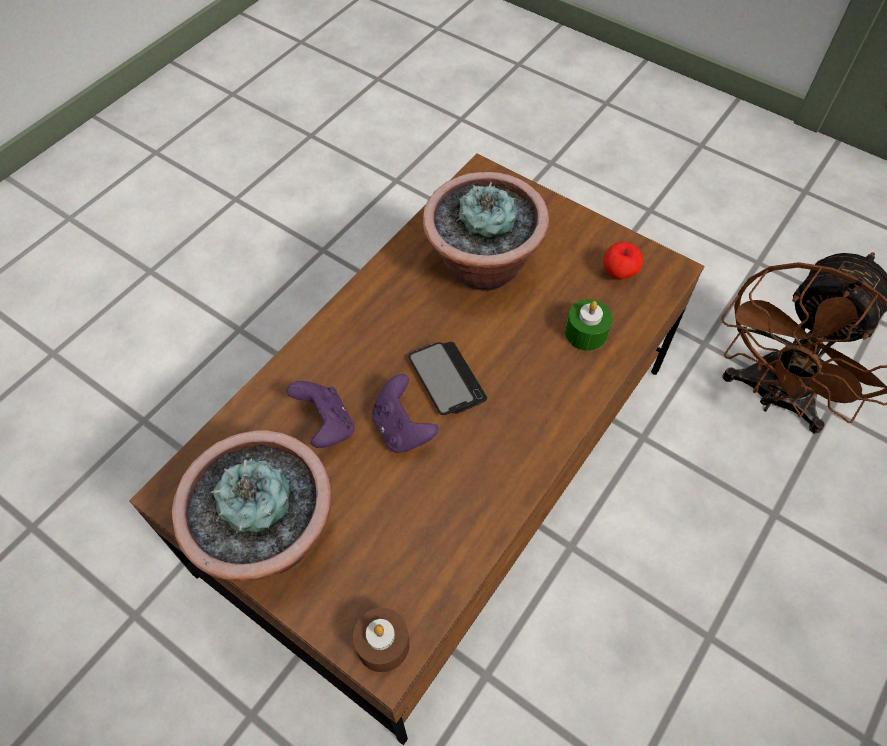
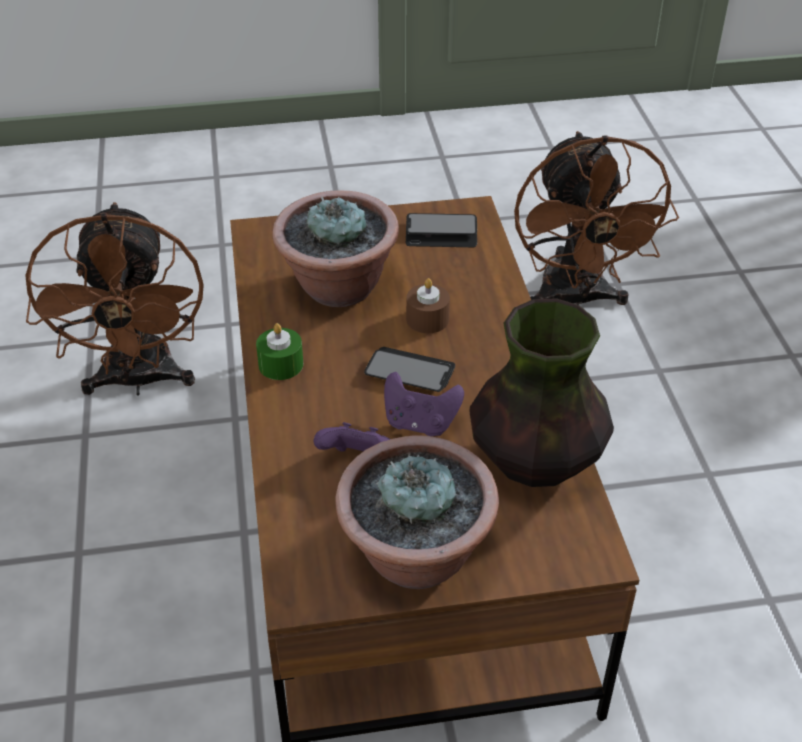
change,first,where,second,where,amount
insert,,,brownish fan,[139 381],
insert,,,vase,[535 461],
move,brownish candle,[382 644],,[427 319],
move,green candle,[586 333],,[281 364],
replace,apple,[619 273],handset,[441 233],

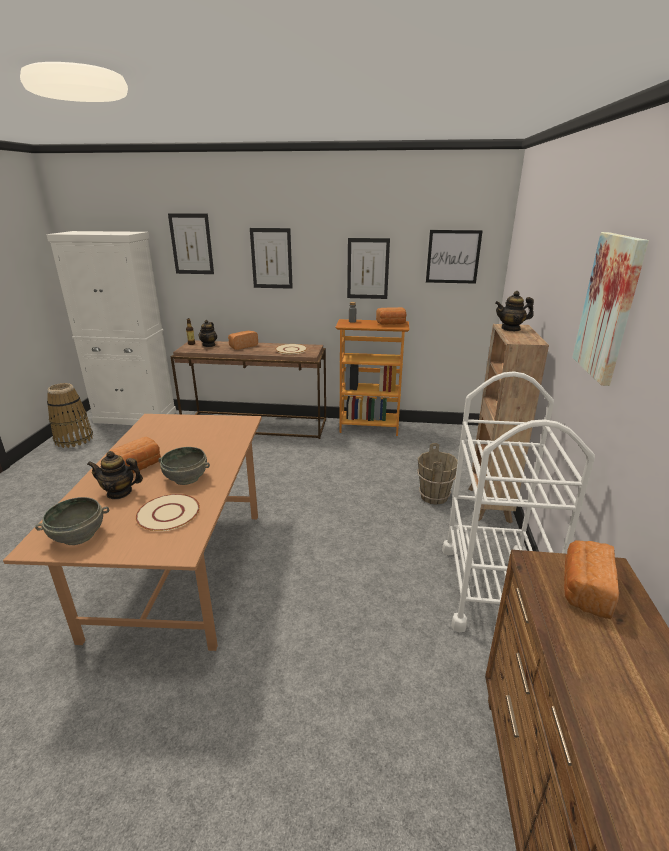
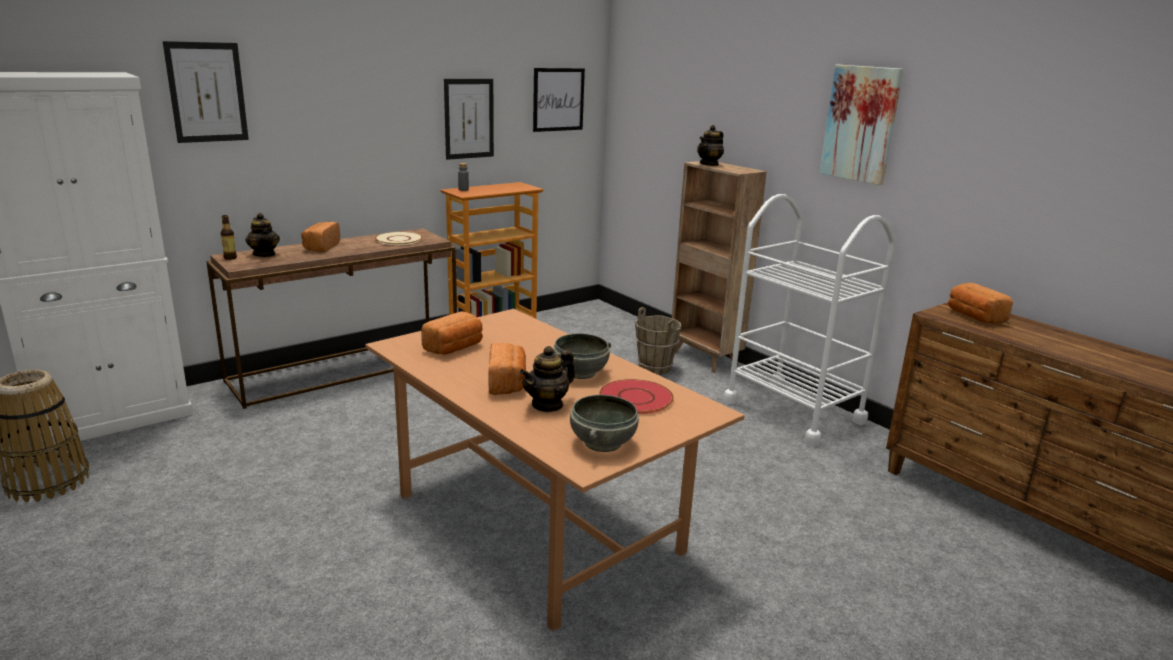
change,first,where,second,where,amount
delete,wall picture,[271 258],,,
move,baked bread,[391 324],,[455 348],
recolor,beige dinner plate,[168 513],reddish dinner plate,[636 398],

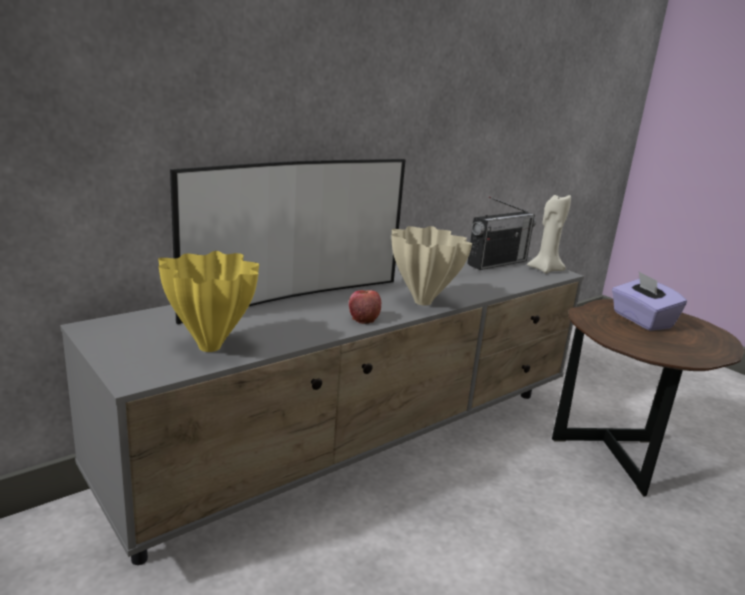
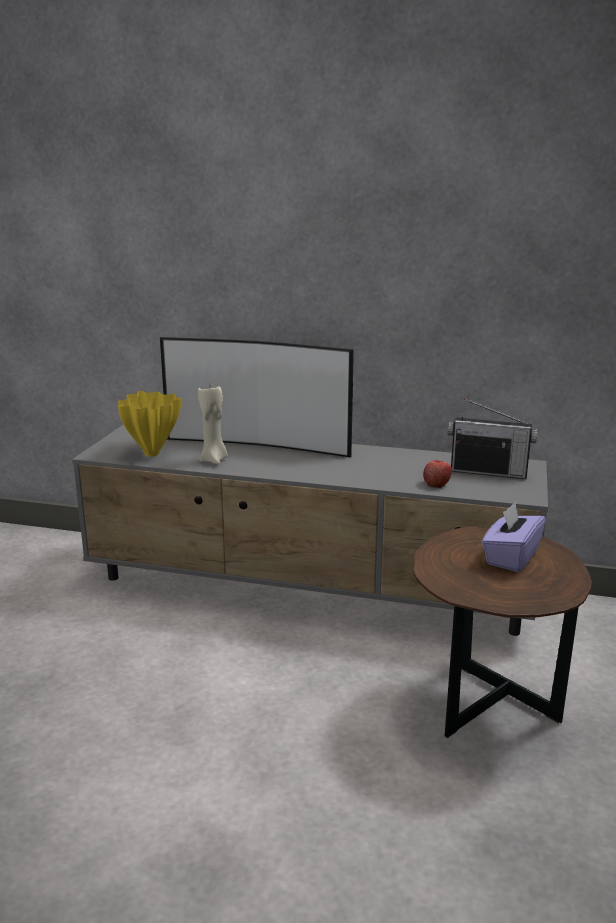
change,first,where,second,where,amount
delete,beige vase,[421 302],,,
move,apple,[363 318],,[436 484],
move,beige candle,[545 269],,[214 460],

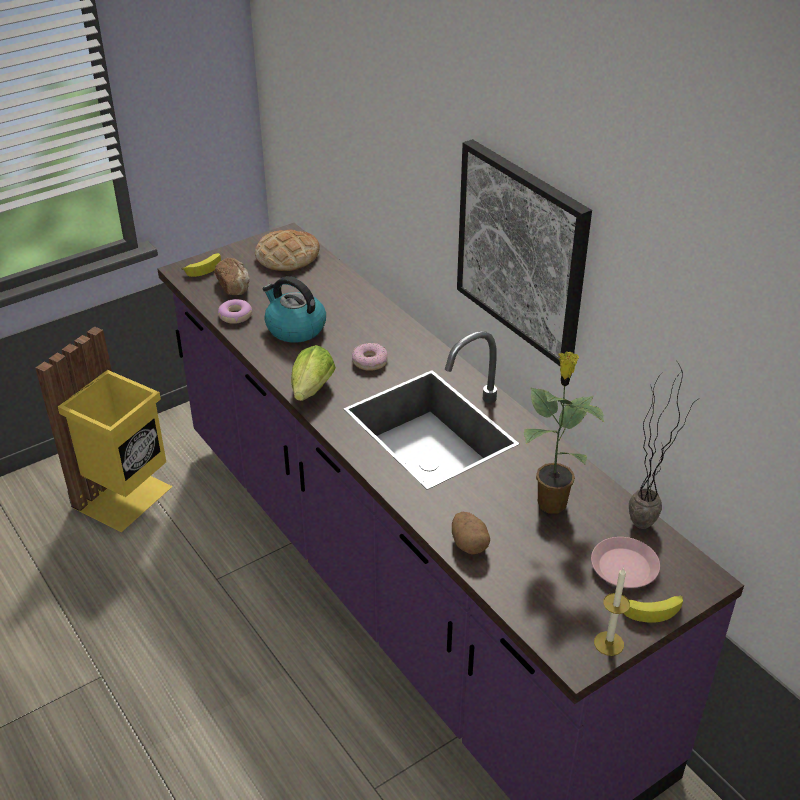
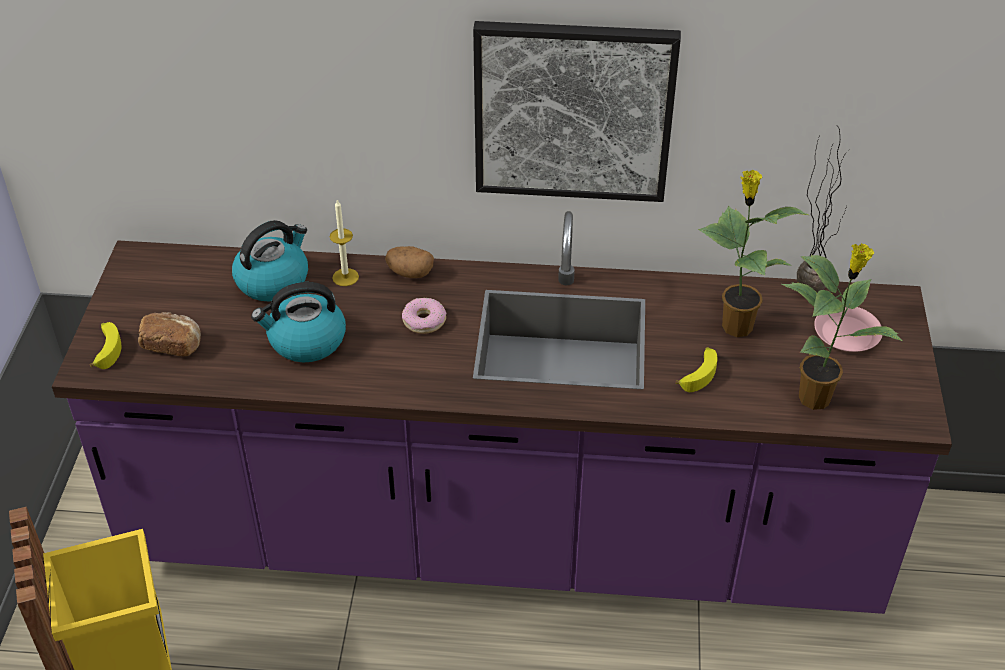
change,first,where,second,where,amount
delete,donut,[235 316],,,
delete,baked bread,[287 256],,,
delete,head of lettuce,[310 392],,,
insert,,,kettle,[273 280],
insert,,,potted plant,[817 397],
move,potato,[469 544],,[410 273],
move,candle,[609 643],,[345 277],
move,banana,[653 610],,[698 373],

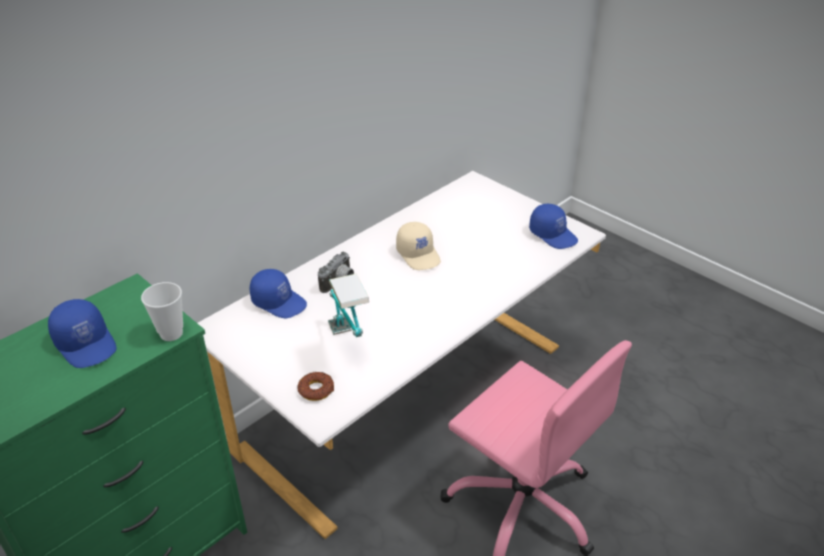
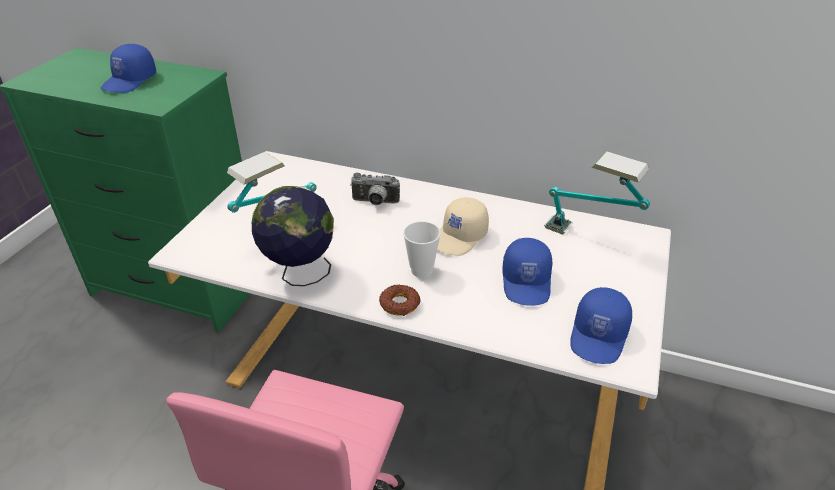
change,first,where,second,where,amount
insert,,,globe,[300 273],
insert,,,table lamp,[589 238],
move,drinking cup,[171 333],,[421 270],
move,blue-coloured cap,[279 302],,[527 282],
move,donut,[316 389],,[400 304],

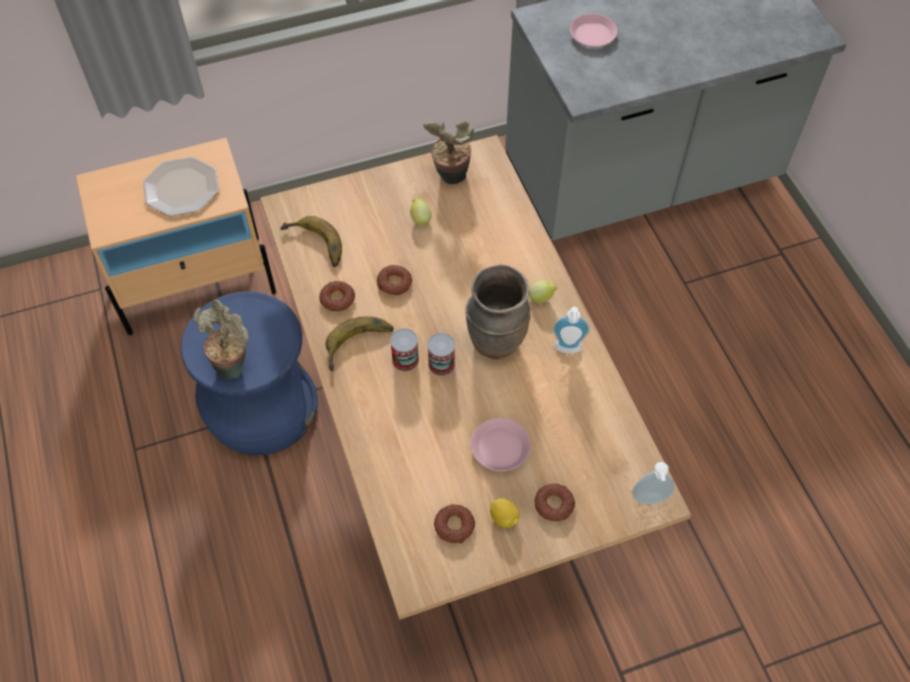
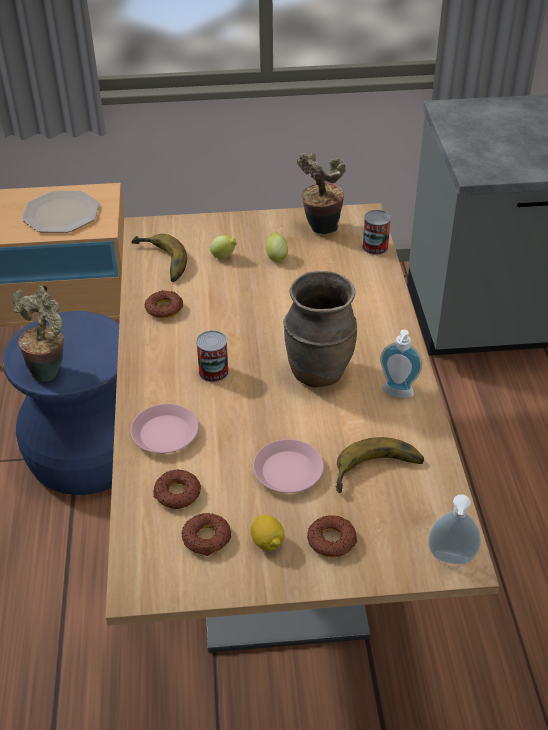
change,first,where,second,where,amount
move,banana,[360 347],,[379 474],
move,donut,[394 283],,[177 493],
move,sealed can,[441 364],,[375 247],
move,whole lemon,[541 298],,[224 257],
move,pink dinner plate,[592 35],,[164 434],

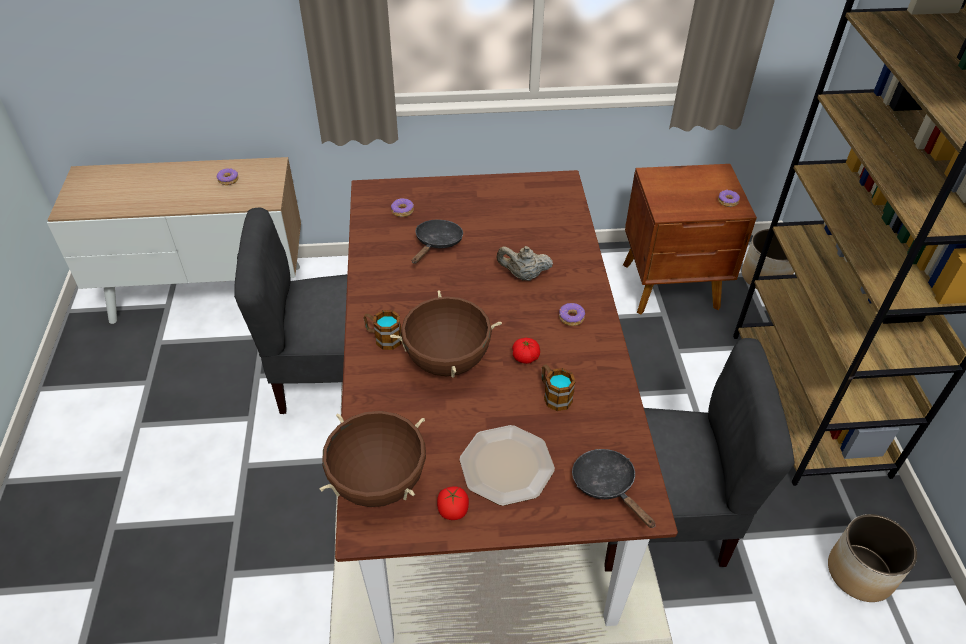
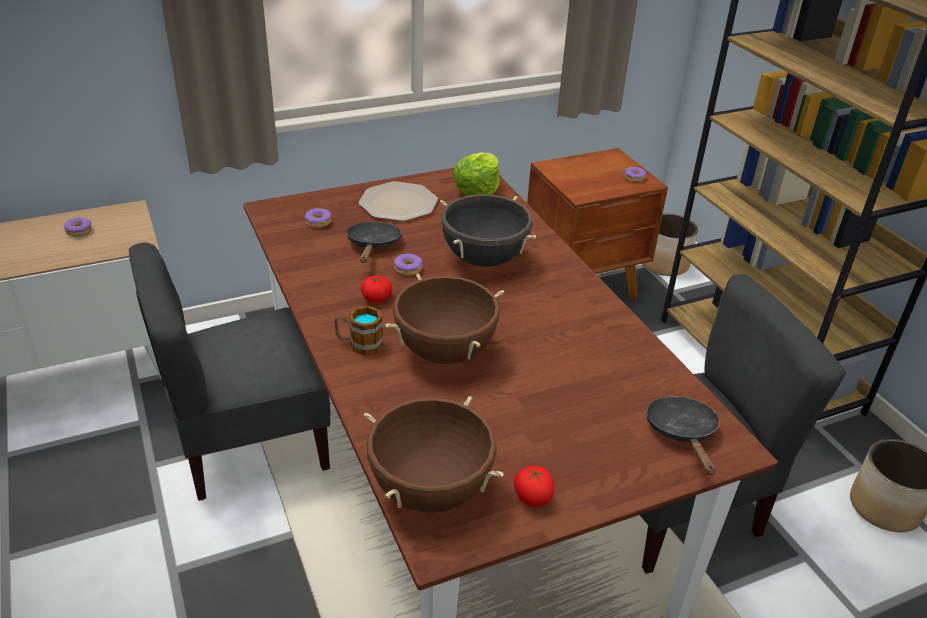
change,first,where,second,where,amount
delete,coffee mug,[554 395],,,
insert,,,head of lettuce,[477 189],
move,dinner plate,[505 466],,[397 203],
move,fresh tomato,[525 357],,[376 298],
move,donut,[571 318],,[408 269],
replace,beige tea pot,[523 275],black-coloured saucepot,[484 259],
rotate,black-coloured skillet,[607 485],,[682 433],45 degrees clockwise

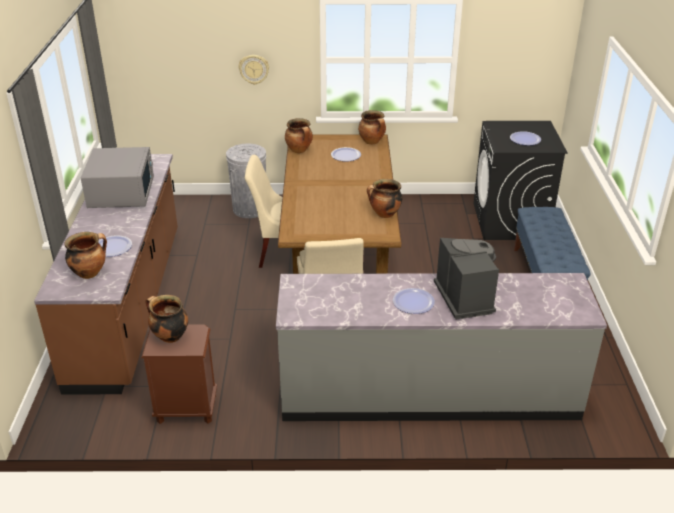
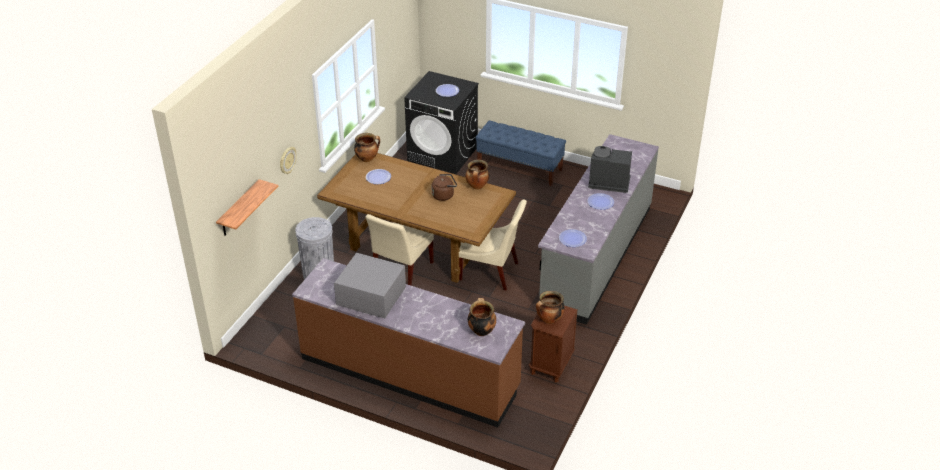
change,first,where,second,where,amount
delete,saucepot,[299 150],,,
insert,,,wall shelf,[239 209],
insert,,,brownish kettle,[444 195],
move,dinner plate,[113 247],,[572 239],

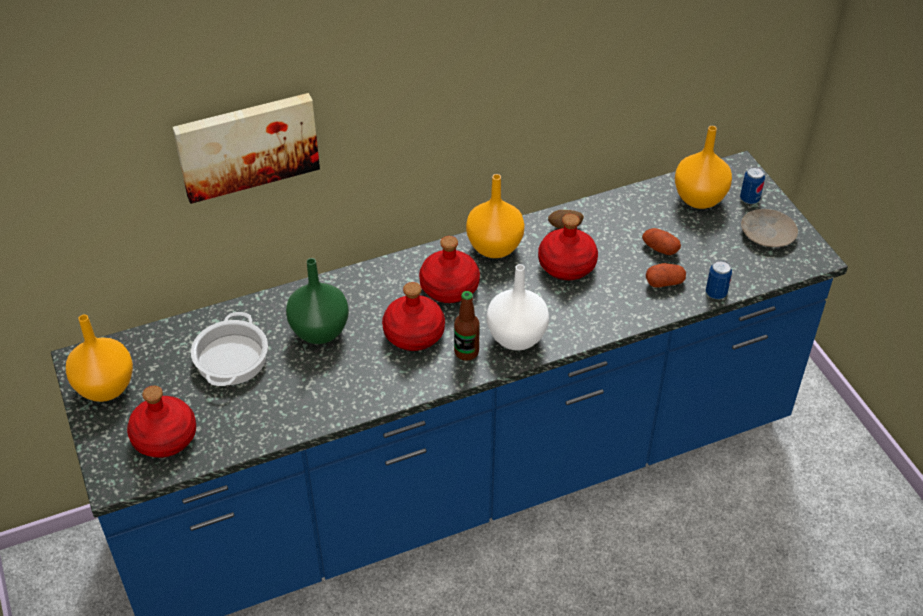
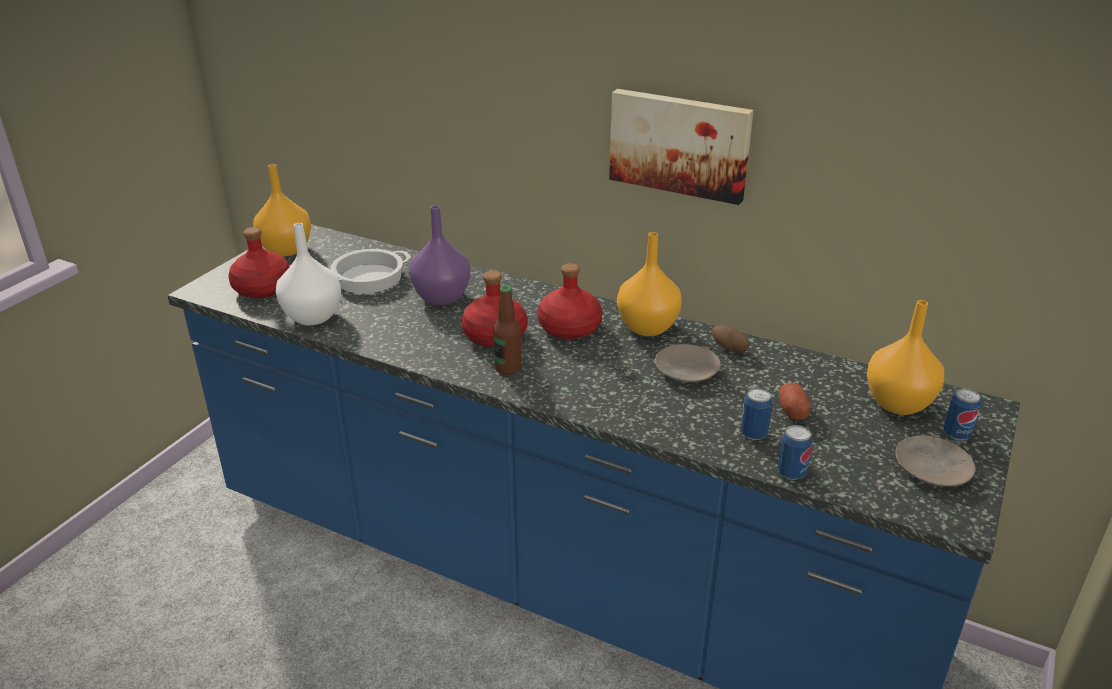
change,first,where,second,where,amount
move,wall picture,[247 144],,[680 144],
move,white-coloured vase,[515 337],,[312 316],
replace,reddish beverage bottle,[567 265],beige dinner plate,[686 371],
replace,potato,[664 282],sealed can,[753 434],
recolor,green vase,[318 331],purple vase,[440 297],

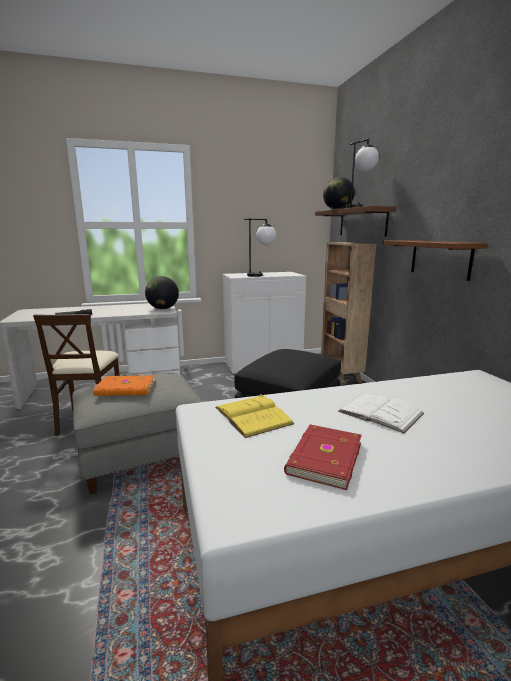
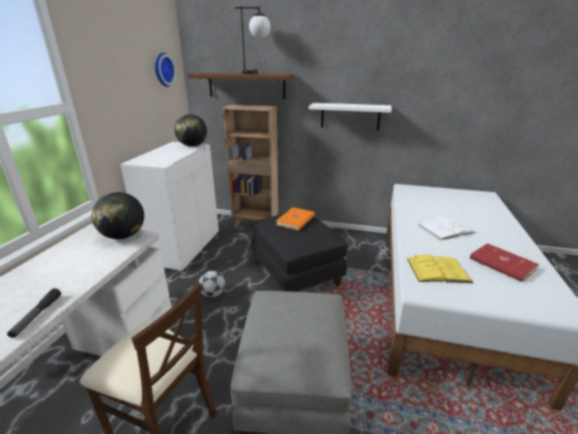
change,first,where,second,where,amount
delete,table lamp,[261 275],,,
insert,,,clock on the wall,[162 69],
insert,,,football ball,[213 294],
move,orangey bound book,[126 389],,[296 220],
move,globe,[337 210],,[193 146],
recolor,brownish wall shelf,[440 258],white-coloured wall shelf,[350 116],

